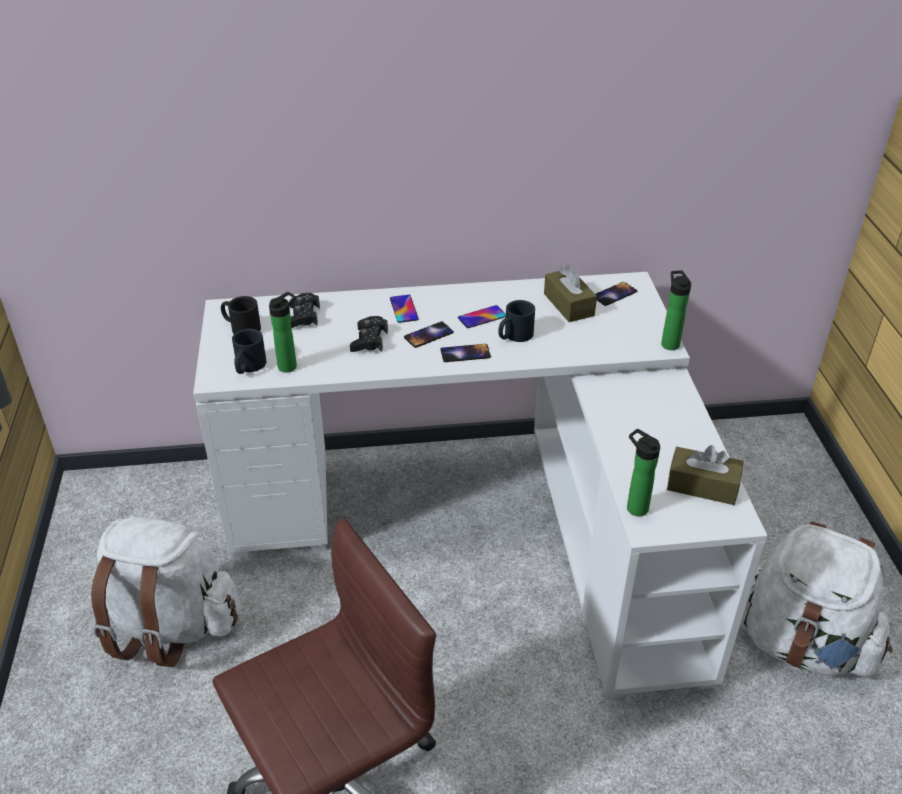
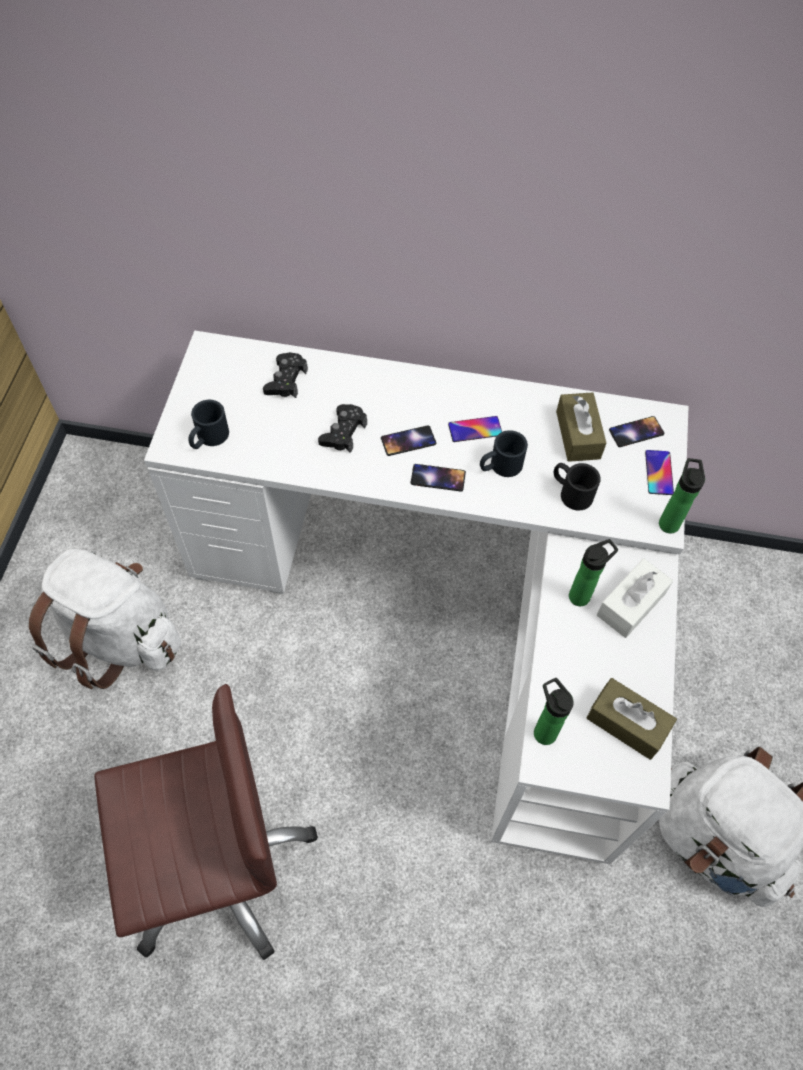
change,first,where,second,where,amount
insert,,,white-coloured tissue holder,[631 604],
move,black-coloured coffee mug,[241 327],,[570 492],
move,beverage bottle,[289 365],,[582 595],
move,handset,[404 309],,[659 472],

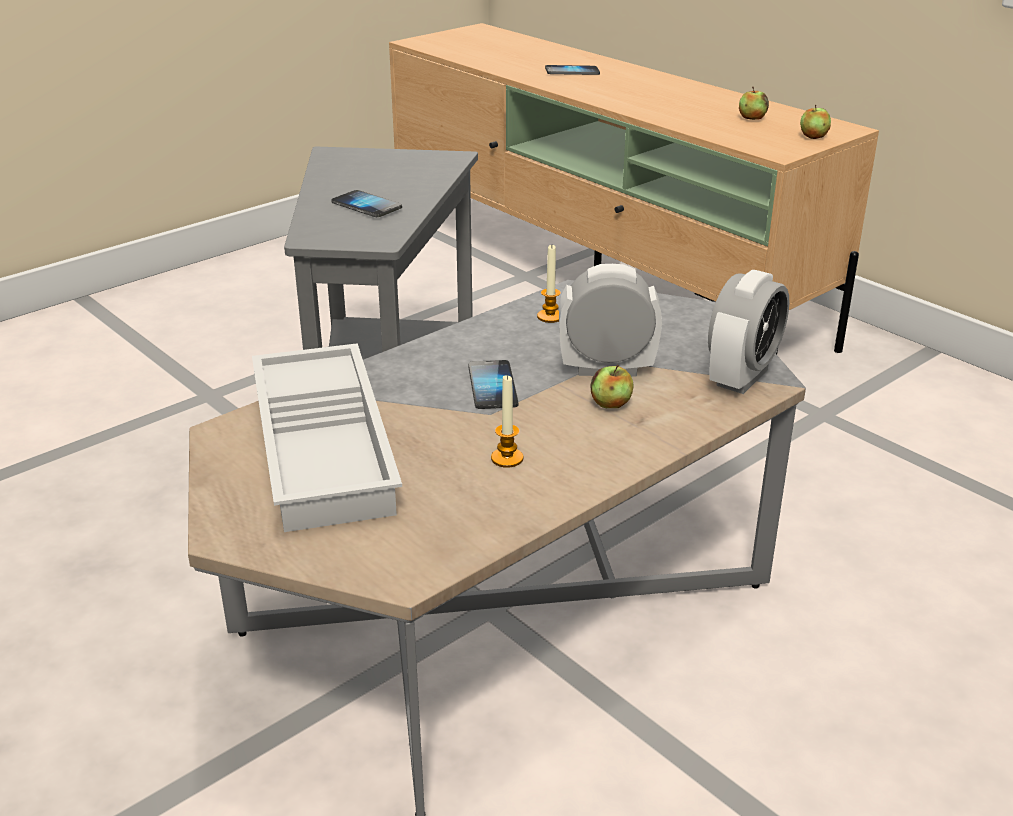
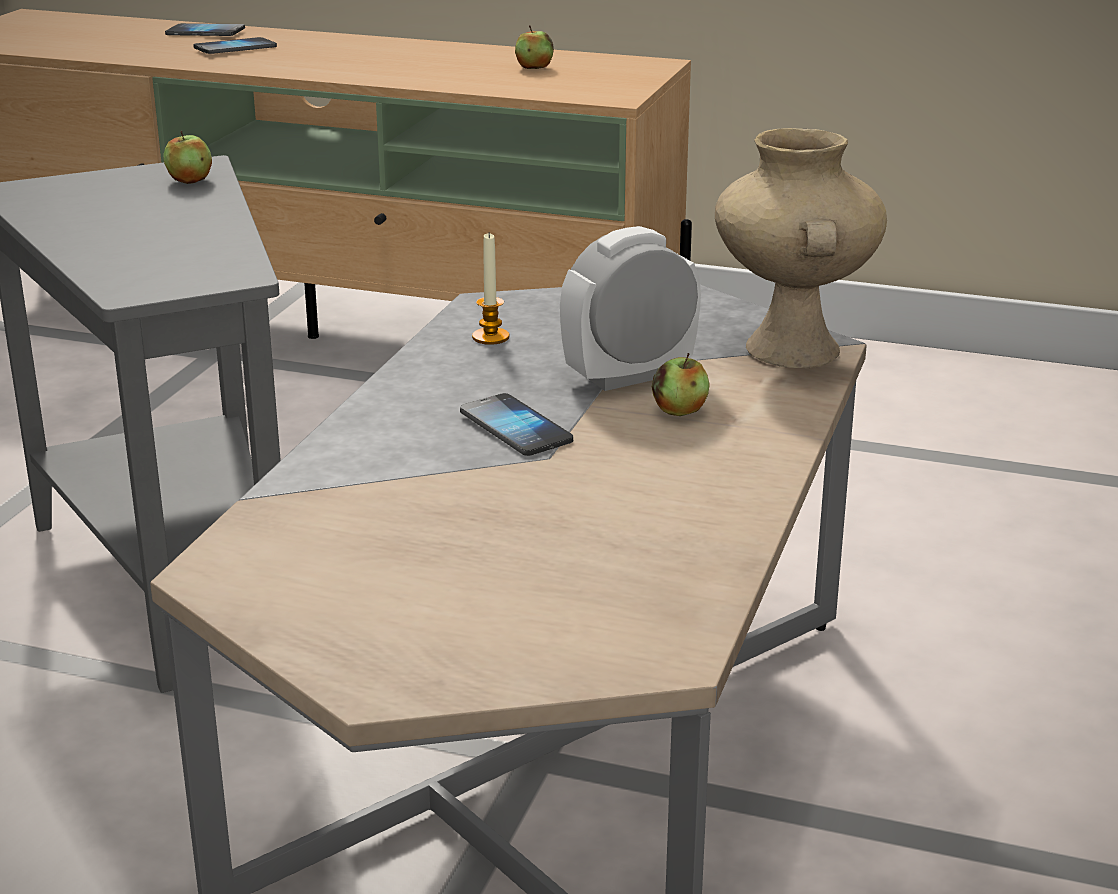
change,first,where,second,where,amount
delete,white-coloured serving tray,[328 447],,,
delete,candle,[507 458],,,
move,handset,[366 206],,[205 32],
move,apple,[813 136],,[190 180],
replace,bedside clock,[742 377],beige vase,[789 349],

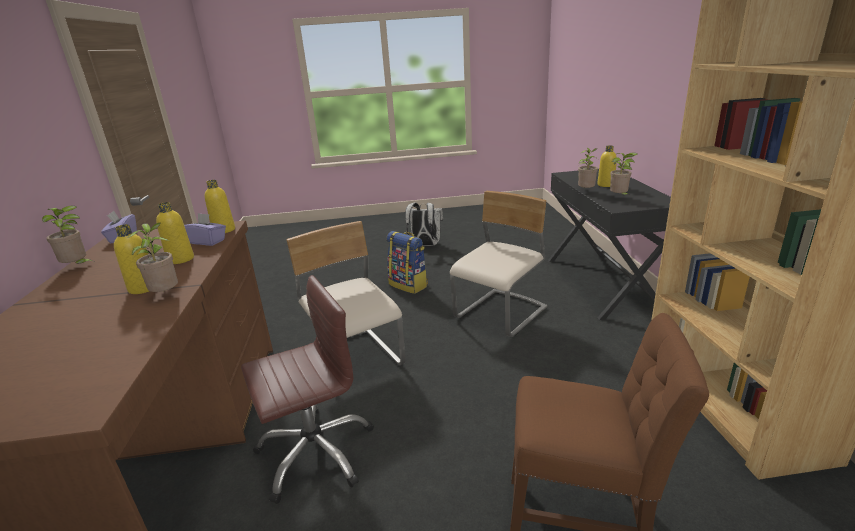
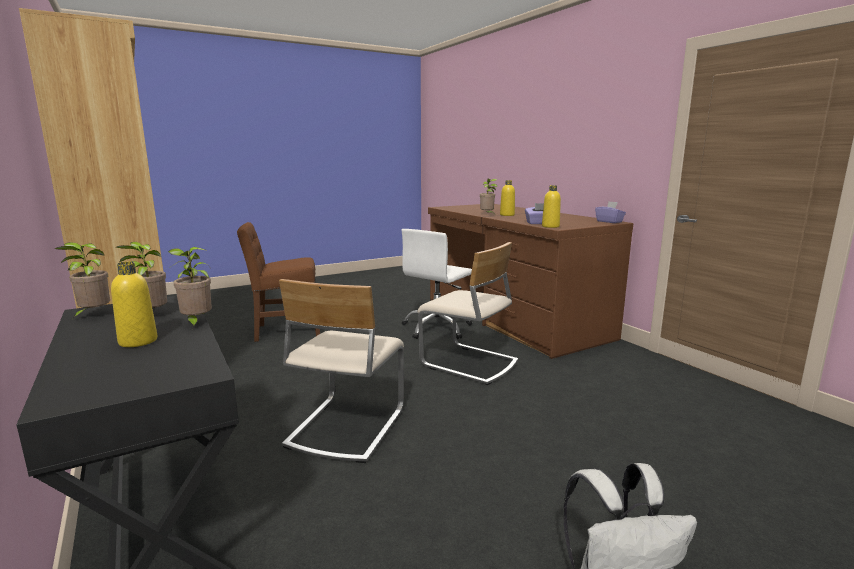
change,first,where,second,where,amount
delete,yellow beverage bottle,[181 259],,,
delete,rucksack,[409 285],,,
move,potted plant,[78 267],,[93 315],
recolor,brownish office chair,[315 452],white-coloured office chair,[437 328],

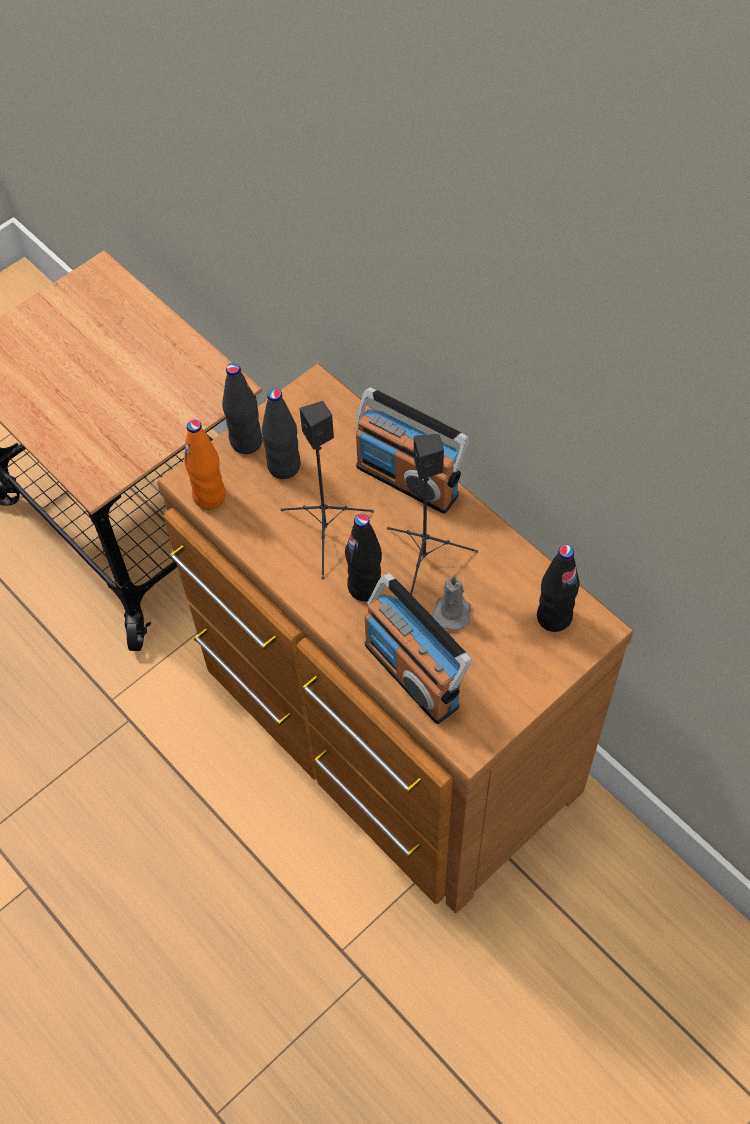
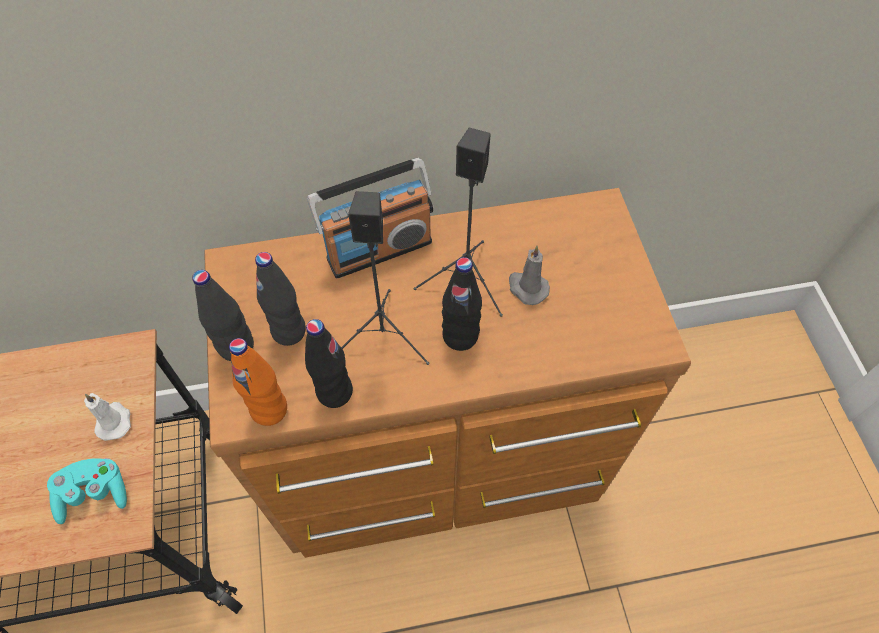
change,first,where,second,where,amount
delete,radio,[413 674],,,
insert,,,turquoise-coloured joypad,[94 493],
insert,,,white-coloured candle,[114 421],
move,black-coloured beverage bottle,[554 617],,[334 392],

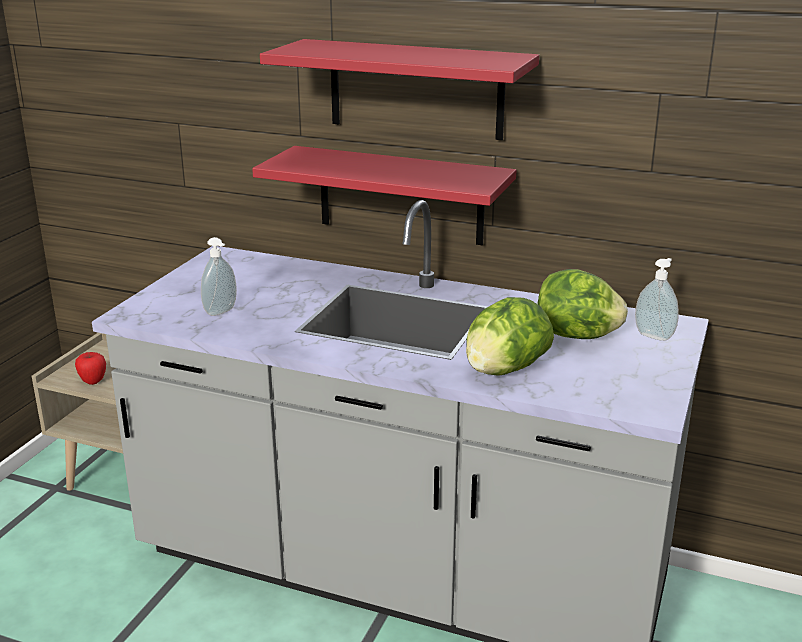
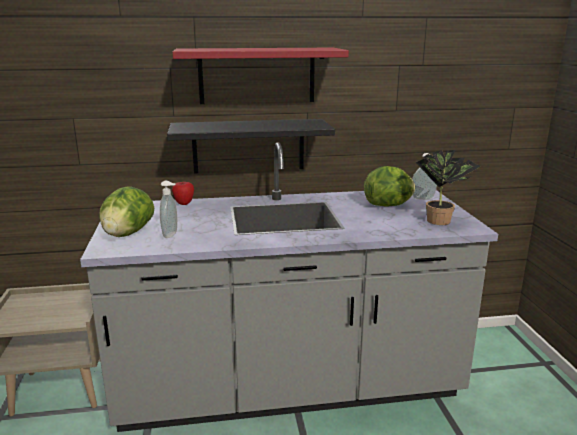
change,first,where,second,where,amount
insert,,,potted plant,[441 220],
move,apple,[93 381],,[184 203],
move,head of lettuce,[505 370],,[127 234],
recolor,reddish wall shelf,[400 195],black-coloured wall shelf,[248 146],

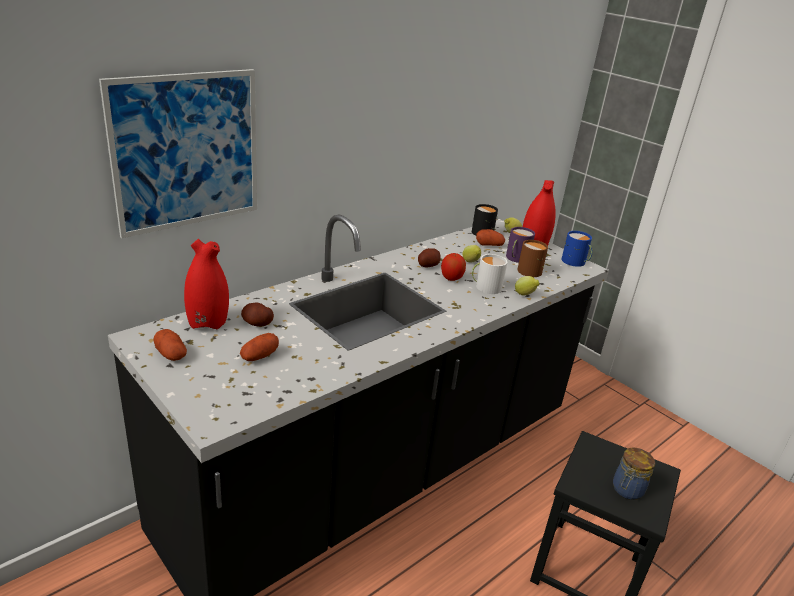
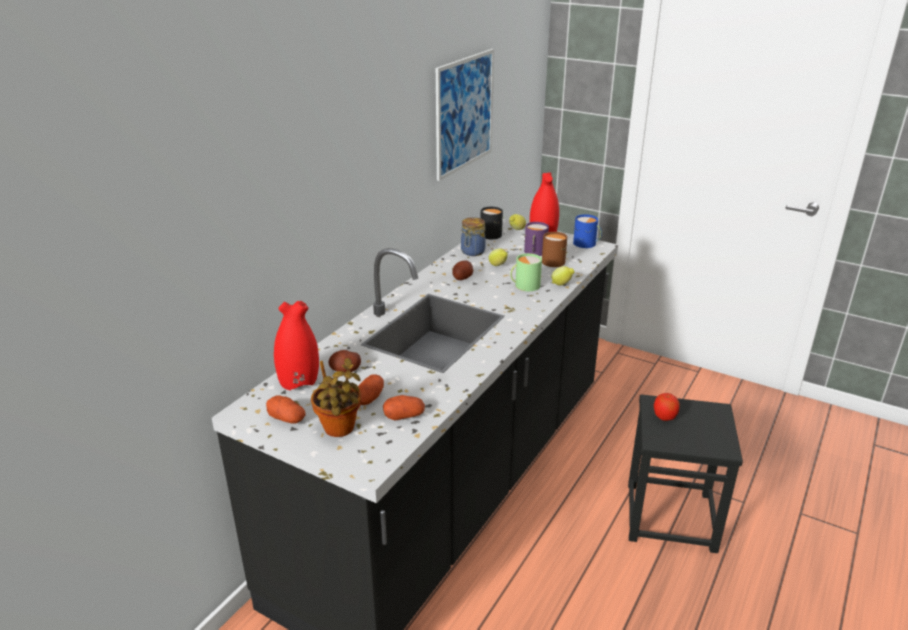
change,first,where,second,where,amount
insert,,,potted plant,[339 430],
move,wall picture,[187 151],,[464 113],
move,apple,[451 278],,[664 417],
move,potato,[489 245],,[404 416],
move,jar,[626 490],,[472 252],
recolor,white-coloured coffee mug,[485 287],green coffee mug,[524 285],

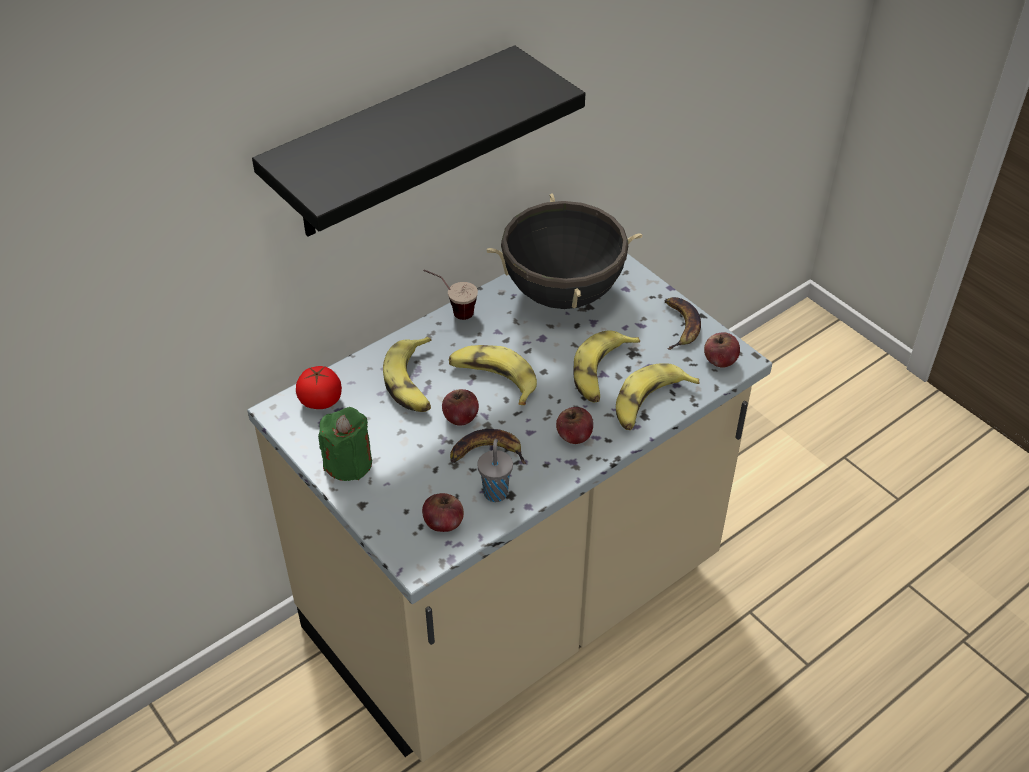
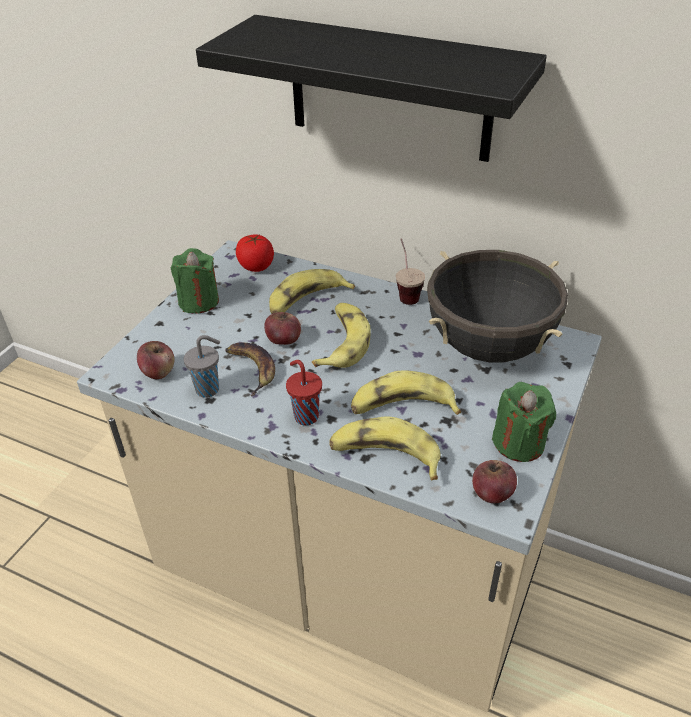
change,first,where,second,where,amount
replace,apple,[574 436],reddish drinking cup,[305 416],
replace,banana,[680 325],green candle,[519 443],

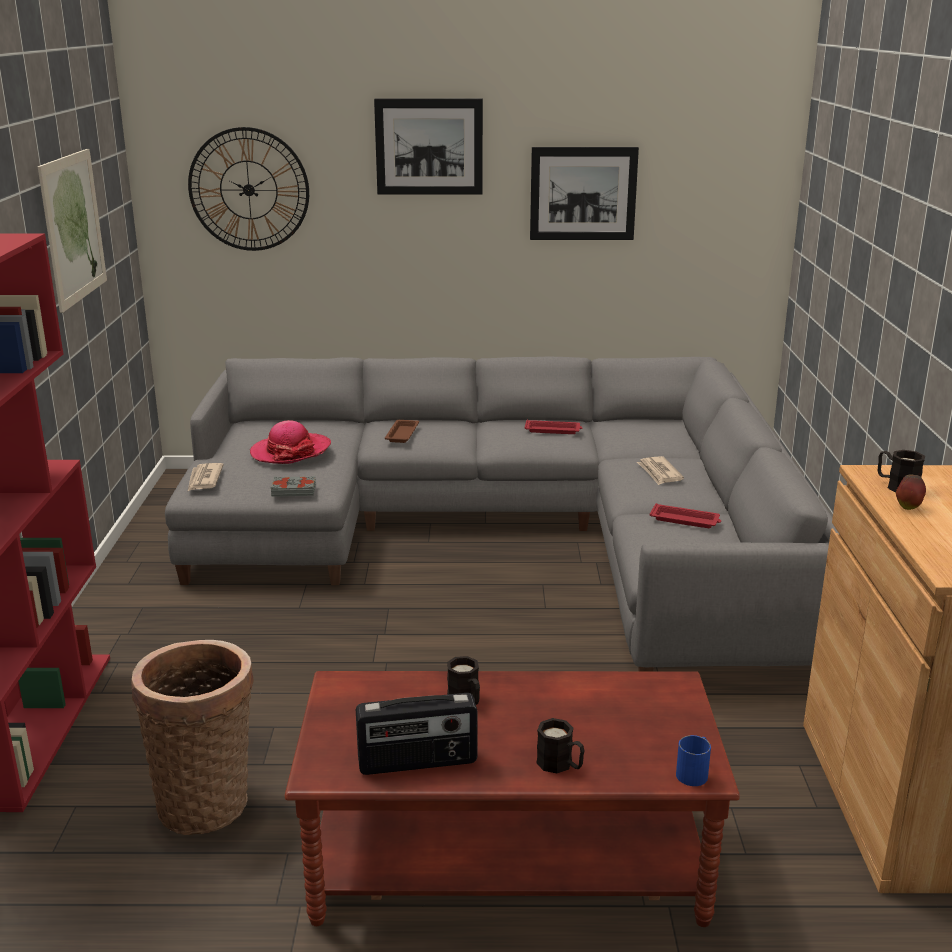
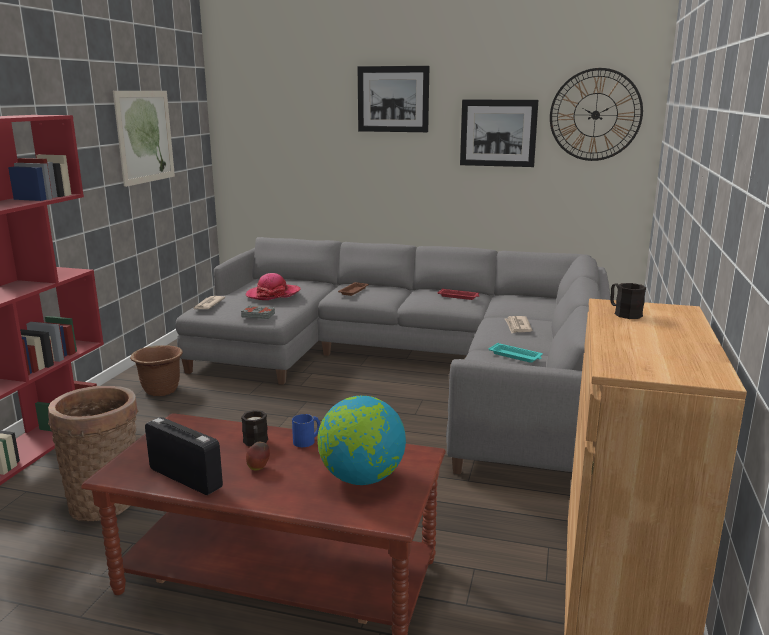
change,first,where,second,where,amount
delete,black-coloured coffee mug,[560 765],,,
insert,,,brownish flower pot,[160 390],
insert,,,globe,[361 478],
move,clock on the wall,[249 190],,[595 115],
move,blue-coloured coffee mug,[694 772],,[307 440],
move,apple,[908 507],,[259 468],
recolor,reddish serving tray,[685 520],turquoise-coloured serving tray,[516 356],
rotate,radio,[417 763],,[186 478],150 degrees counterclockwise

